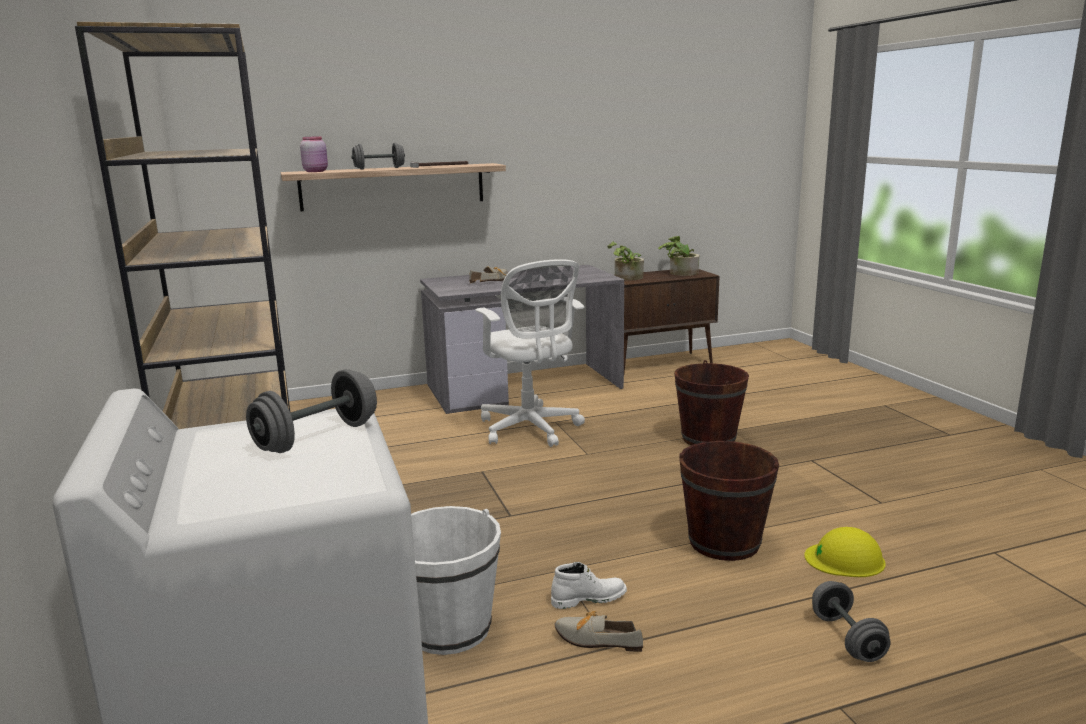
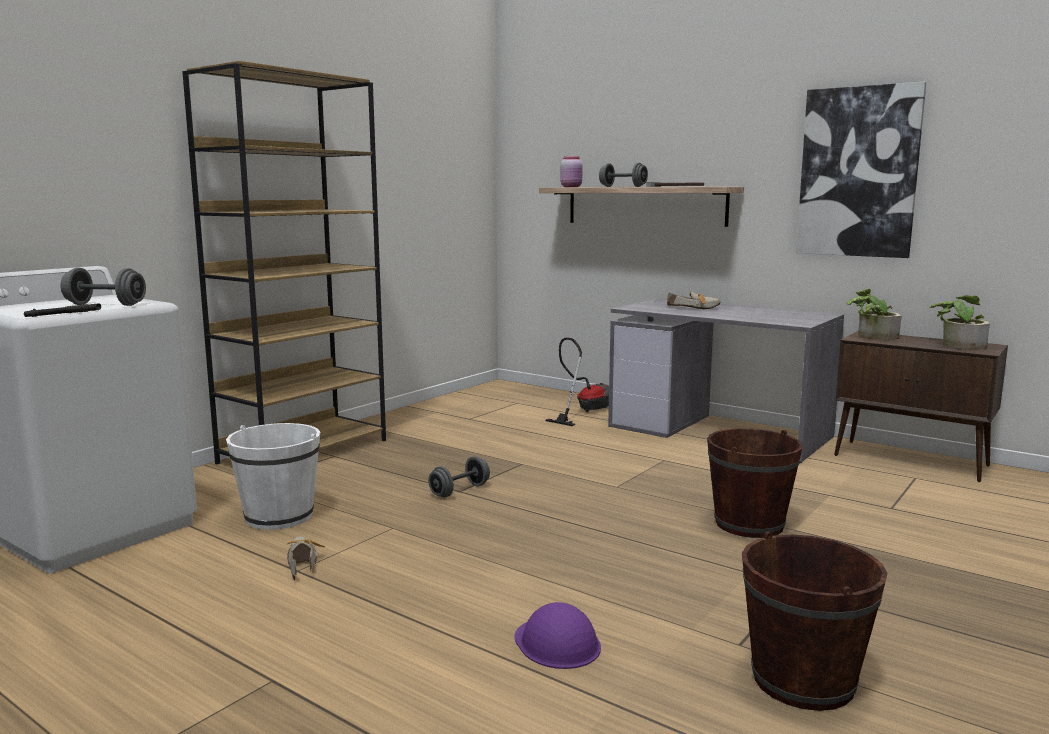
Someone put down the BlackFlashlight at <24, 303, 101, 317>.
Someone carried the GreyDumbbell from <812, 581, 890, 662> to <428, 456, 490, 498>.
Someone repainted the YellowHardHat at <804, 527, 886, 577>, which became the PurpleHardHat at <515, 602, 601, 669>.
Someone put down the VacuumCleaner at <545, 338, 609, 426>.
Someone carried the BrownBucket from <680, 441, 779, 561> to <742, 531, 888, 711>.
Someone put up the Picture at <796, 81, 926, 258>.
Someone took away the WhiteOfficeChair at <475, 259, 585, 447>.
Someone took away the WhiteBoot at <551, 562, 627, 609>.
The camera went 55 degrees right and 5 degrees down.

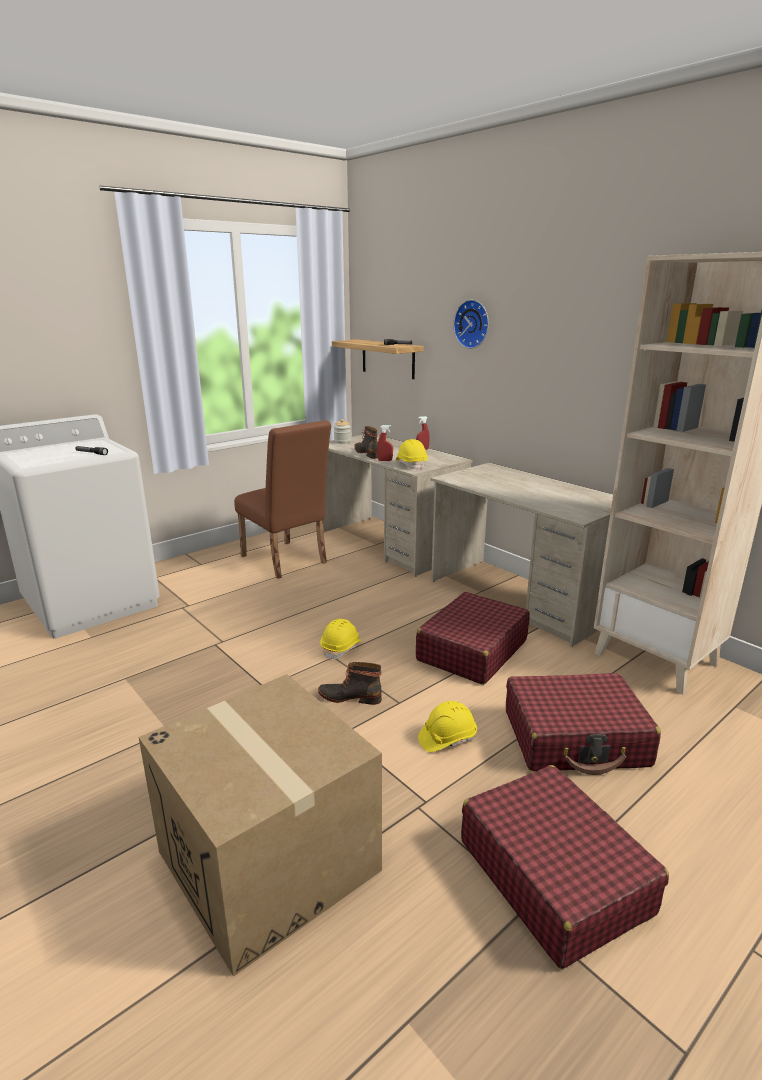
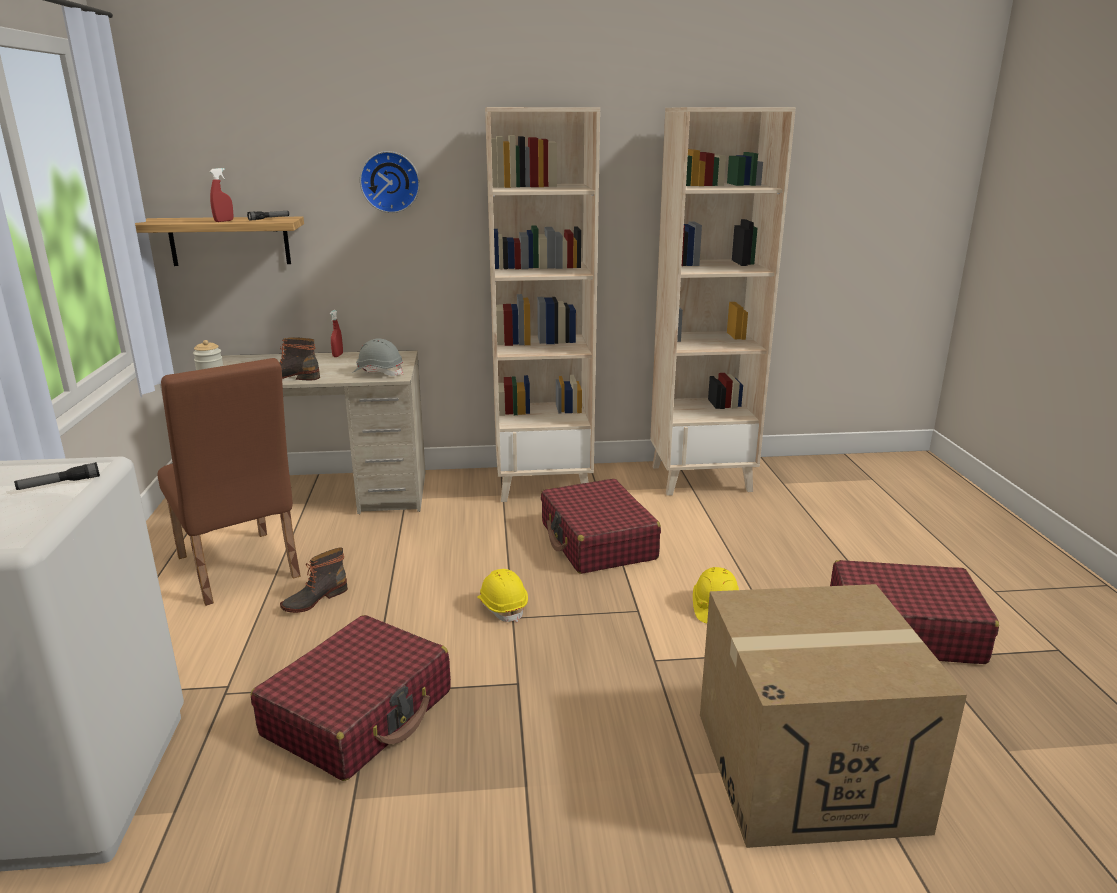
Someone rotated the BrownChair at <234, 420, 331, 579> by 60 degrees clockwise.
Someone carried the RedSprayBottle from <377, 425, 393, 461> to <210, 168, 233, 222>.
Someone carried the RedSuitcase from <506, 673, 661, 775> to <251, 615, 451, 781>.
Someone carried the Boot from <318, 662, 382, 705> to <280, 548, 348, 613>.
Someone repainted the YellowHardHat at <396, 439, 428, 470>, which became the GreyHardHat at <352, 338, 403, 376>.
Someone swapped the BeigeDesk at <431, 462, 613, 647> for the BeigeBookcase at <485, 107, 600, 502>.
The camera went 55 degrees left and 0 degrees up.

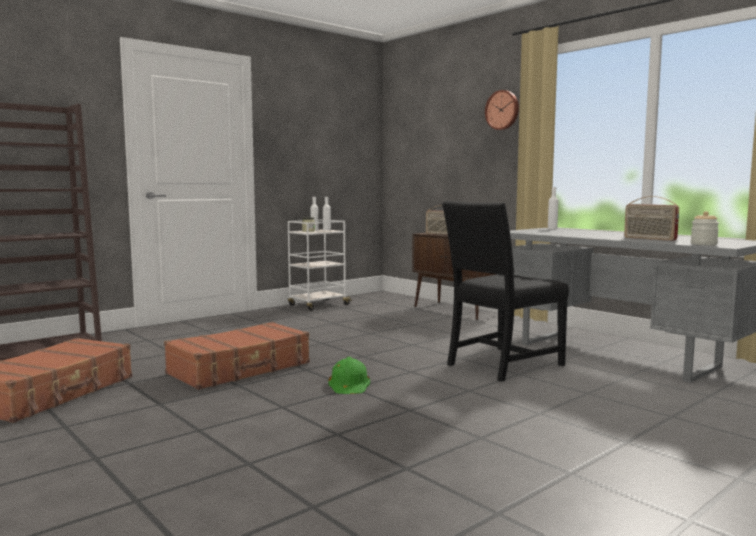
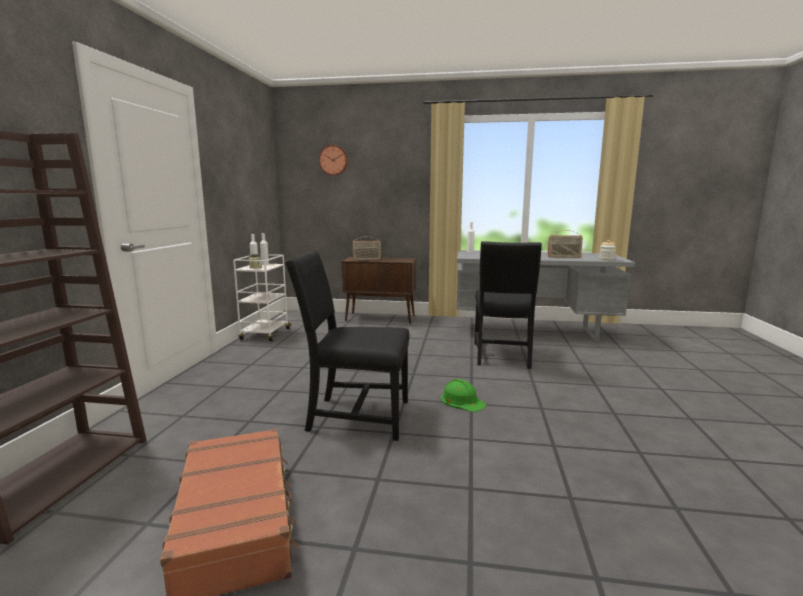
Someone swapped the BrownSuitcase at <164, 322, 310, 390> for the BlackChair at <285, 251, 410, 441>.
Someone carried the WallClock from <485, 90, 519, 130> to <319, 145, 348, 175>.
The camera went 40 degrees left and 5 degrees up.

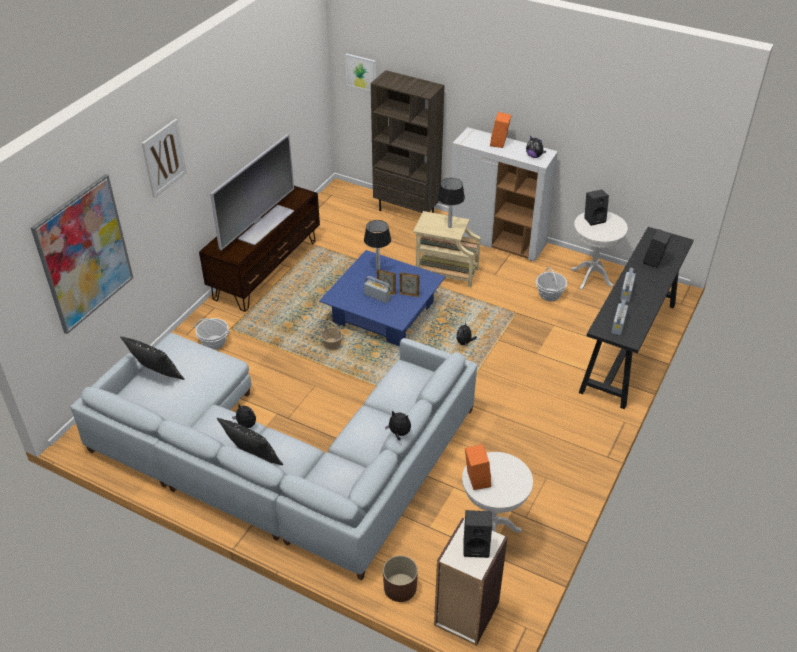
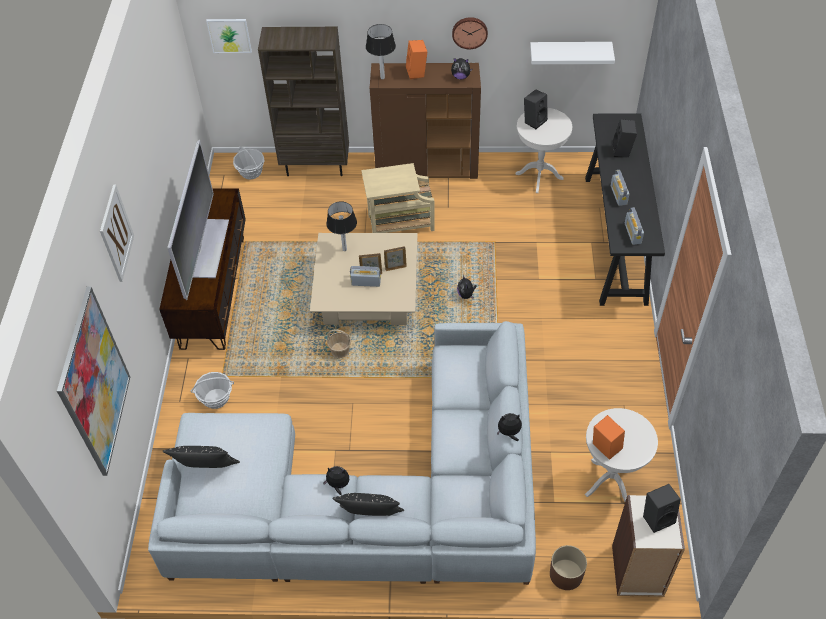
Someone carried the Basket from <536, 267, 567, 301> to <233, 147, 265, 179>.
Someone repainted the BlueCoffeeTable at <319, 250, 446, 346>, which became the BeigeCoffeeTable at <310, 233, 418, 325>.
Someone carried the TableLamp from <437, 178, 465, 228> to <366, 24, 396, 79>.
Someone repainted the WhiteCabinet at <451, 127, 558, 262>, which became the BrownCabinet at <370, 63, 481, 179>.
Someone put up the WallClock at <452, 17, 488, 49>.
Someone put up the WhiteShelf at <530, 42, 615, 64>.
The camera went 25 degrees left and 10 degrees up.

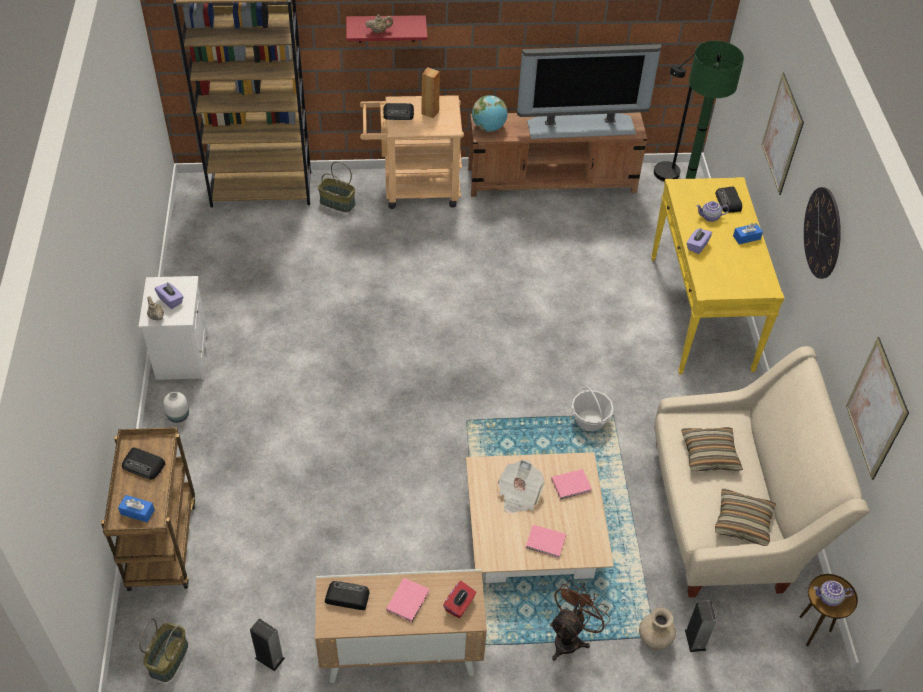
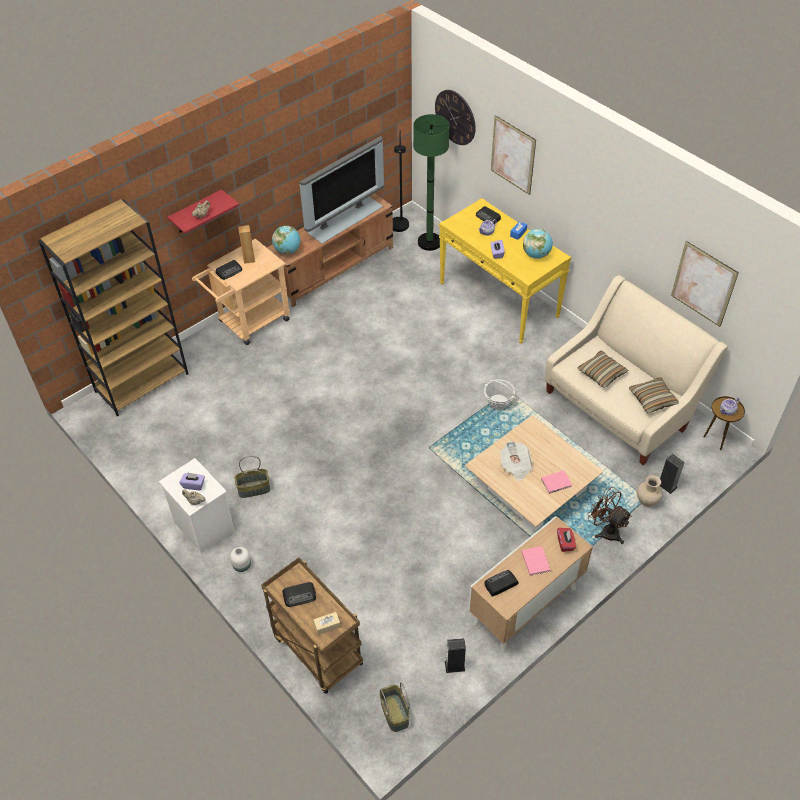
Someone carried the Basket from <318, 162, 355, 212> to <234, 456, 270, 498>.
Someone repainted the BlueTissueBox at <118, 495, 155, 522>, which became the BeigeTissueBox at <313, 612, 341, 635>.
Someone carried the WallClock from <804, 187, 841, 279> to <435, 90, 476, 145>.
Someone put down the Globe at <523, 229, 553, 259>.
Someone rotated the BrownFan at <550, 580, 611, 661> by 45 degrees counterclockwise.
Someone took away the PinkBook at <551, 469, 592, 500>.
The camera went 35 degrees left and 0 degrees up.

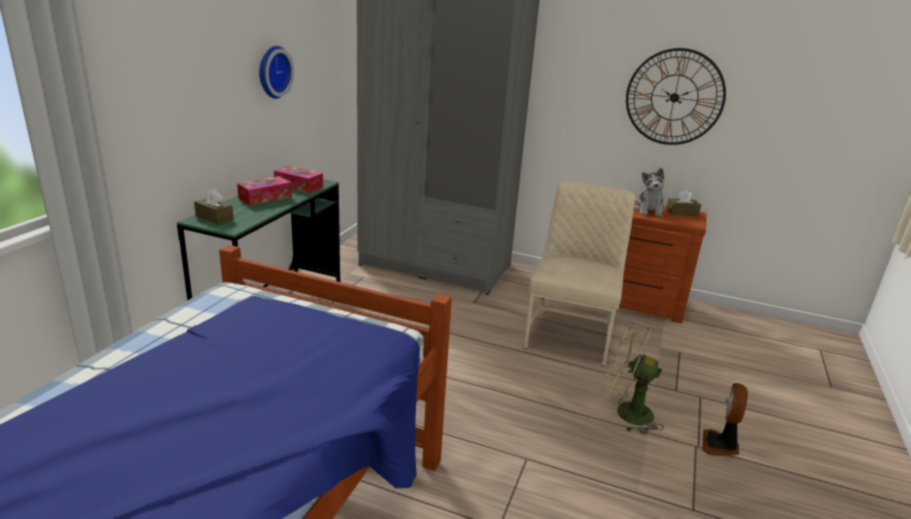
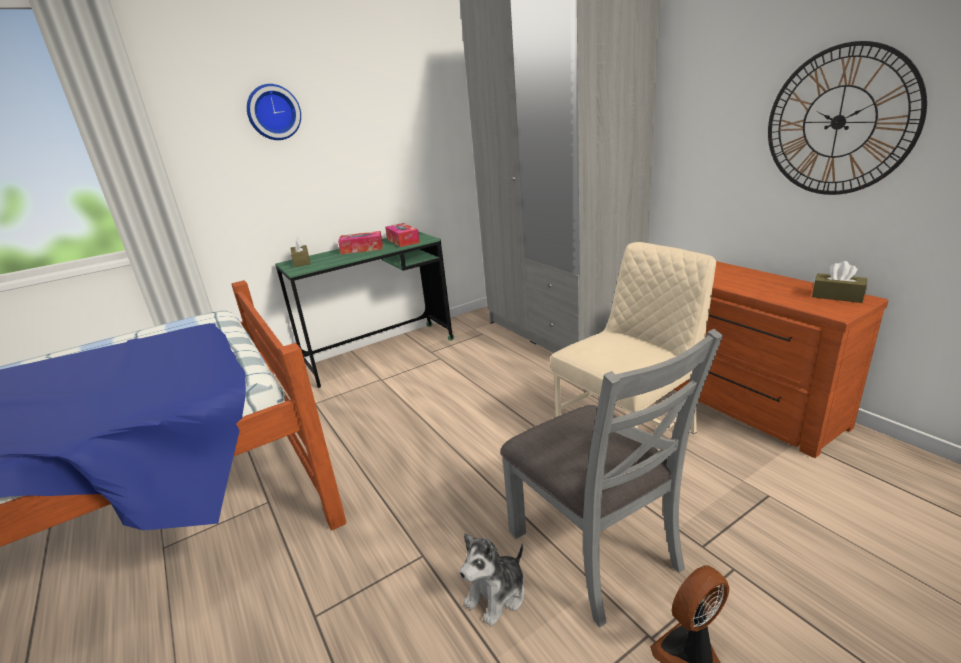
Someone carried the WallClock from <259, 46, 294, 99> to <247, 84, 301, 140>.
Someone carried the PlushToy from <634, 168, 664, 217> to <460, 533, 525, 627>.
Someone swapped the GreenFan at <603, 321, 664, 435> for the GreyChair at <500, 329, 723, 627>.
The camera went 40 degrees right and 0 degrees up.

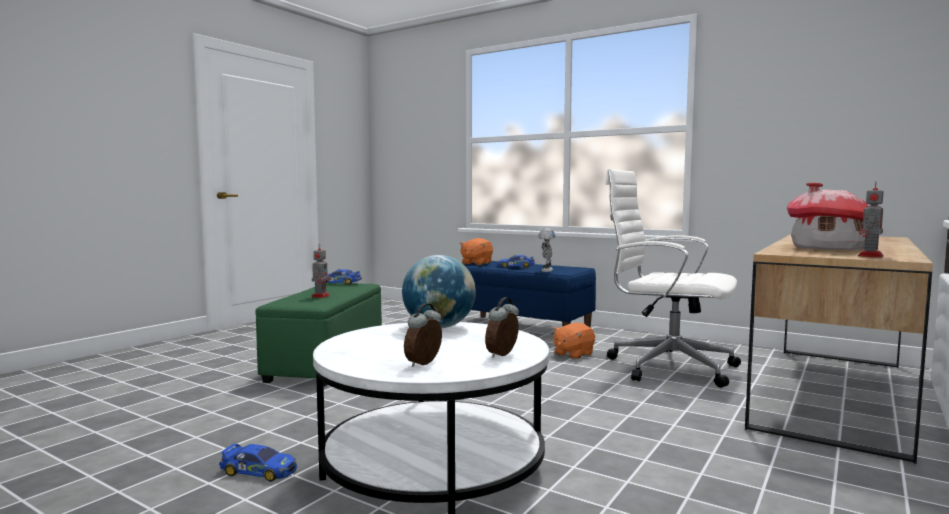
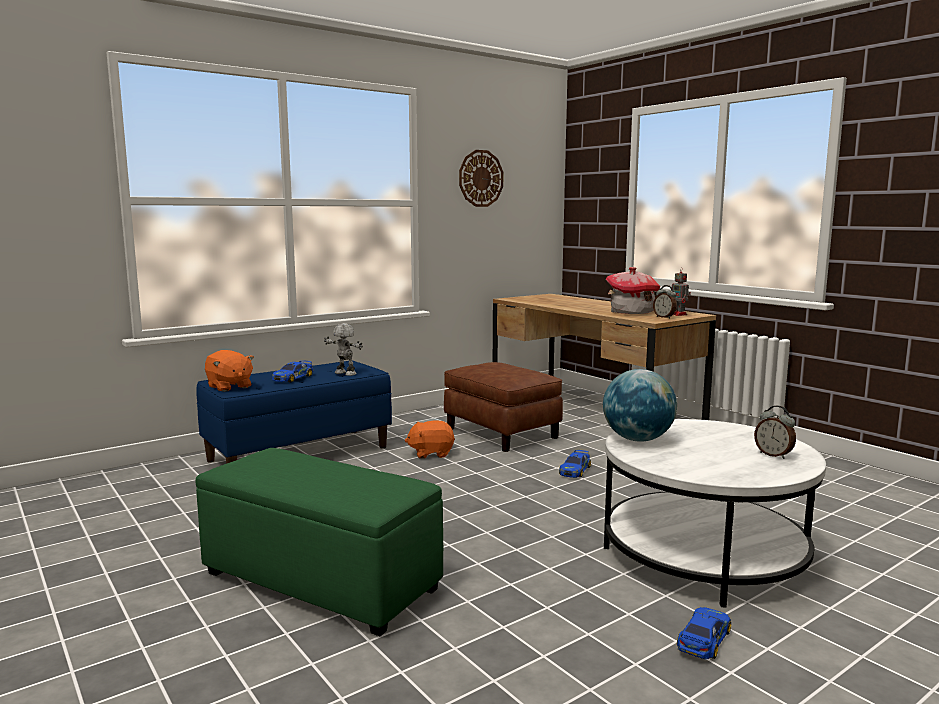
Someone rotated the OrangePlushToy at <552, 323, 595, 359> by 105 degrees clockwise.
Someone swapped the WhiteOfficeChair at <605, 169, 741, 388> for the BrownOttoman at <444, 362, 563, 452>.
Someone put up the WallClock at <459, 150, 503, 207>.
Someone carried the ToyCar from <326, 269, 362, 285> to <559, 450, 591, 478>.
Someone carried the AlarmClock from <485, 297, 519, 358> to <653, 285, 677, 319>.
Someone took away the ToyRobot at <312, 248, 331, 298>.
The camera went 70 degrees left and 5 degrees up.

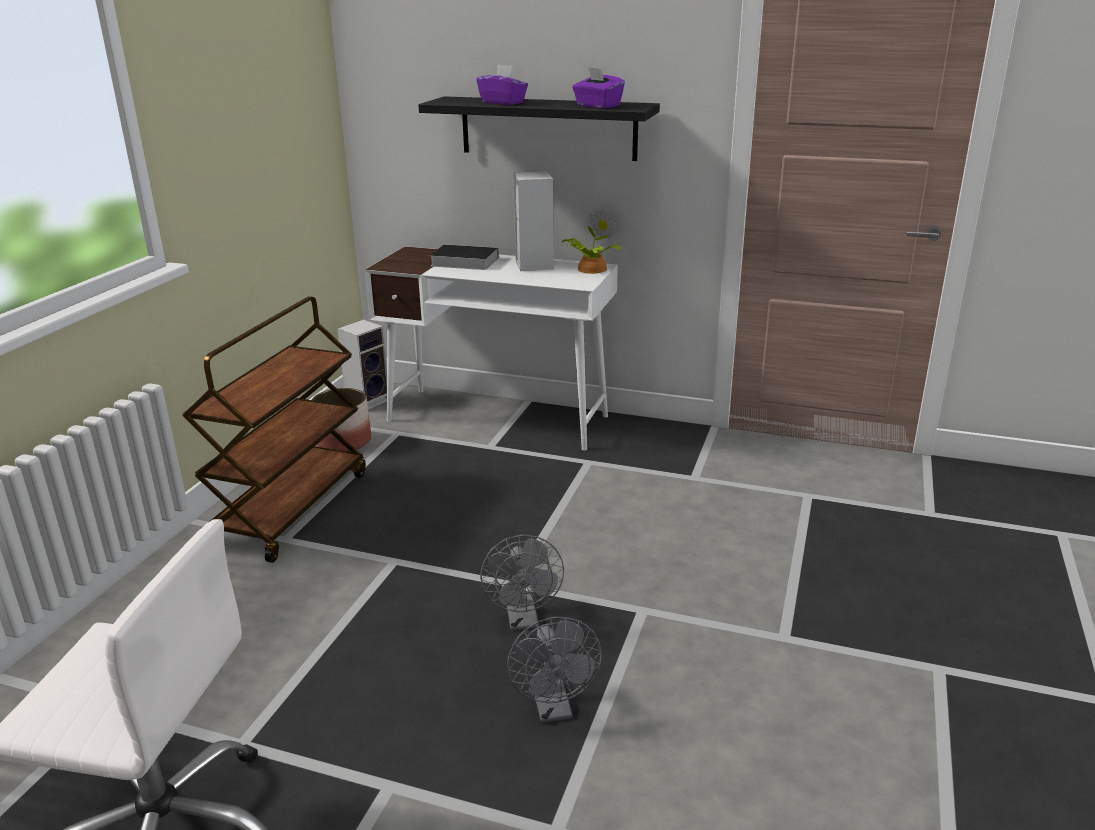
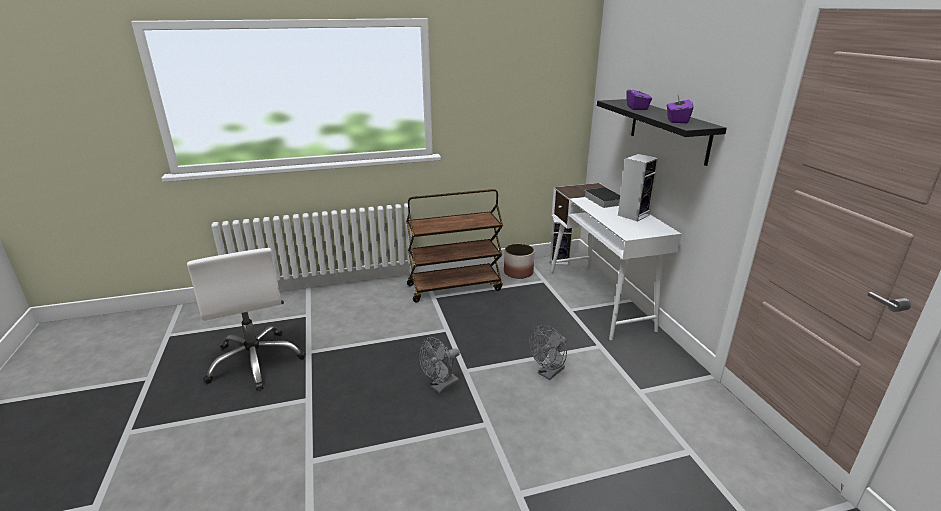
Someone carried the GreyFan from <507, 617, 602, 723> to <529, 325, 567, 380>.
Someone took away the PottedPlant at <561, 209, 621, 274>.
The camera went 55 degrees right and 0 degrees up.

